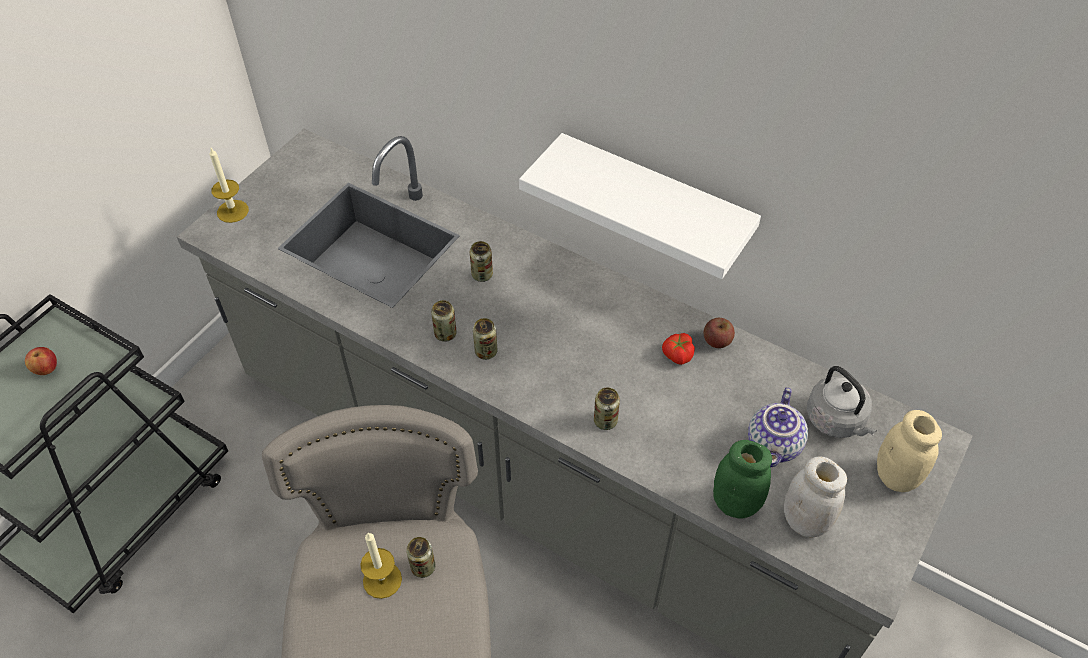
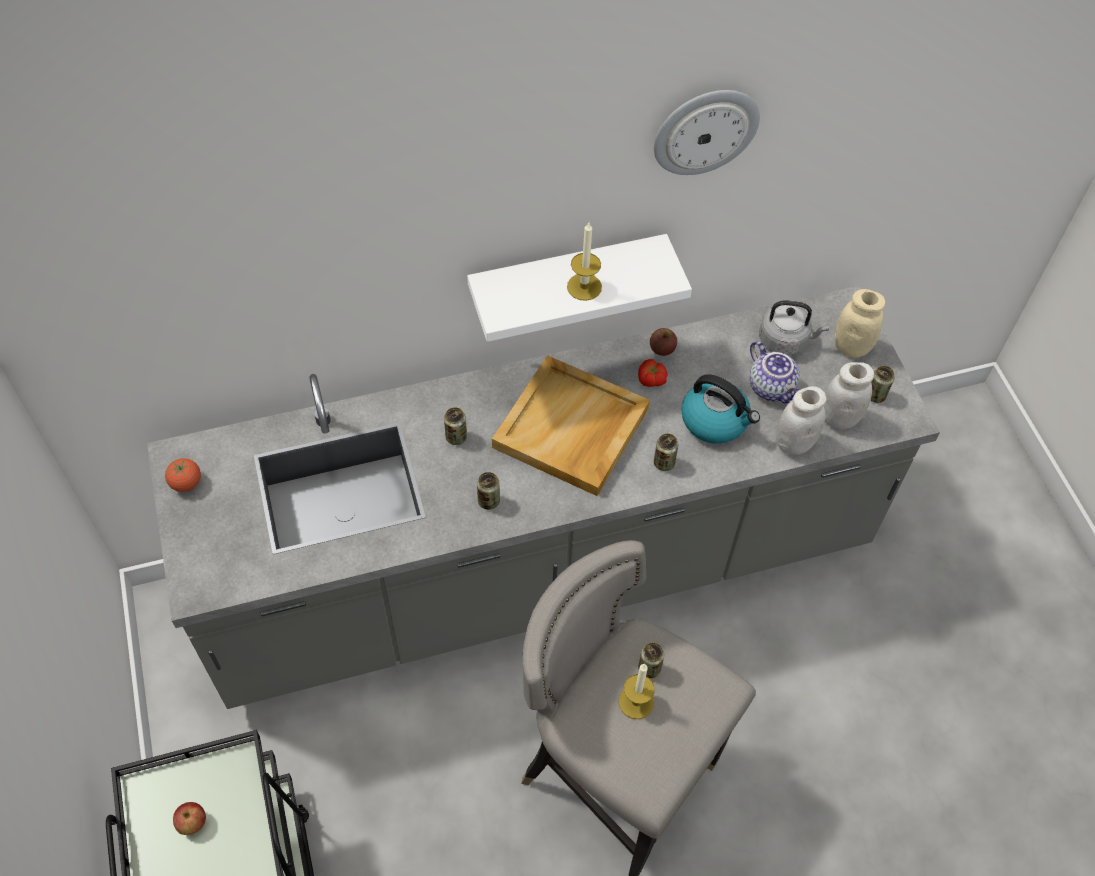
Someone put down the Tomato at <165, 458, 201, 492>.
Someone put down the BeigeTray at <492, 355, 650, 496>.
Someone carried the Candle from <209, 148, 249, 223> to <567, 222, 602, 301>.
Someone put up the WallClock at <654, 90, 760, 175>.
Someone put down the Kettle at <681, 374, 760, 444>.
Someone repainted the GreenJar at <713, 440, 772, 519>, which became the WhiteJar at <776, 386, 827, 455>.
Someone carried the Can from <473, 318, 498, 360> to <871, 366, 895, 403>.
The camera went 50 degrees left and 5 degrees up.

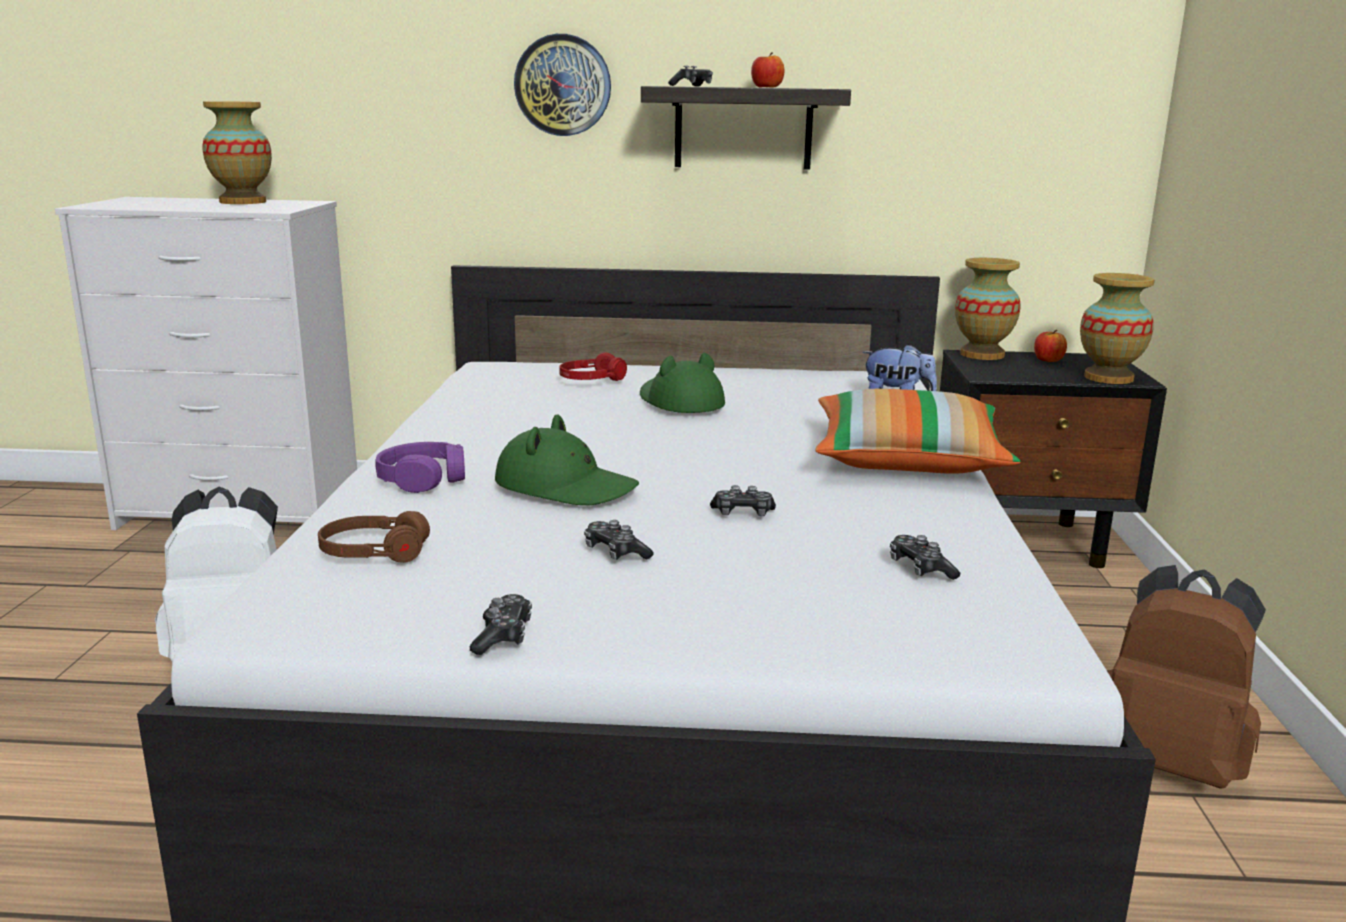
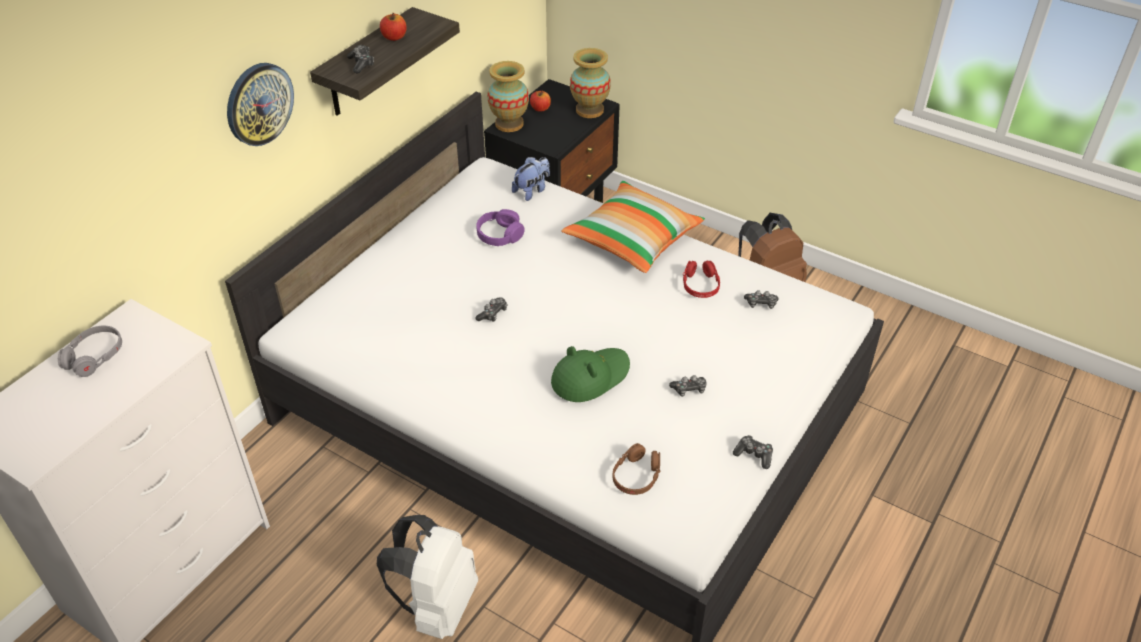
Someone swapped the Vase at <203, 101, 272, 204> for the GreyHeadphones at <58, 326, 122, 377>.
Someone carried the GameController from <710, 485, 776, 516> to <475, 297, 507, 322>.
Someone carried the PurpleHeadphones from <376, 442, 465, 493> to <477, 209, 524, 246>.
Someone carried the RedHeadphones from <559, 353, 627, 381> to <683, 261, 720, 298>.
Someone took away the GreenHat at <640, 353, 725, 413>.
The camera went 60 degrees left and 25 degrees up.

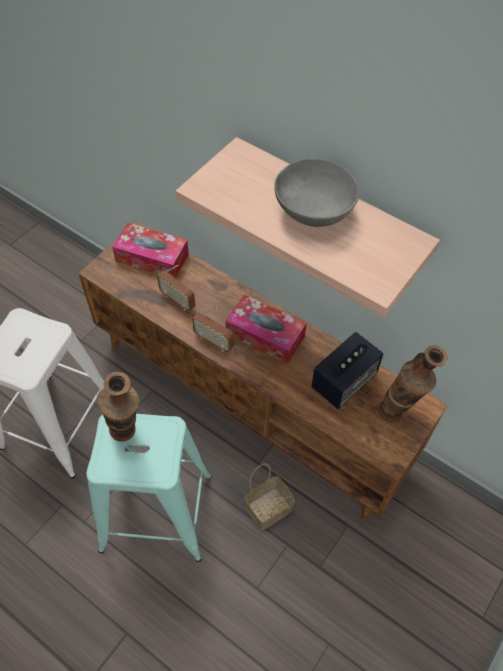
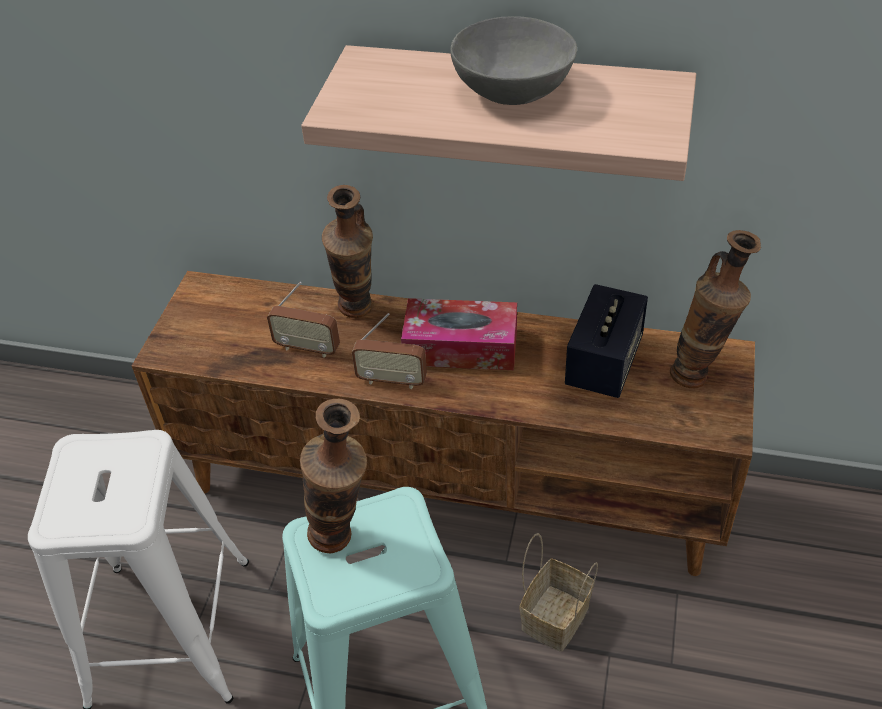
Someone put down the Vase at <322, 185, 373, 318>.
Someone took away the TissueBox at <112, 222, 189, 278>.
The camera went 20 degrees left and 10 degrees down.

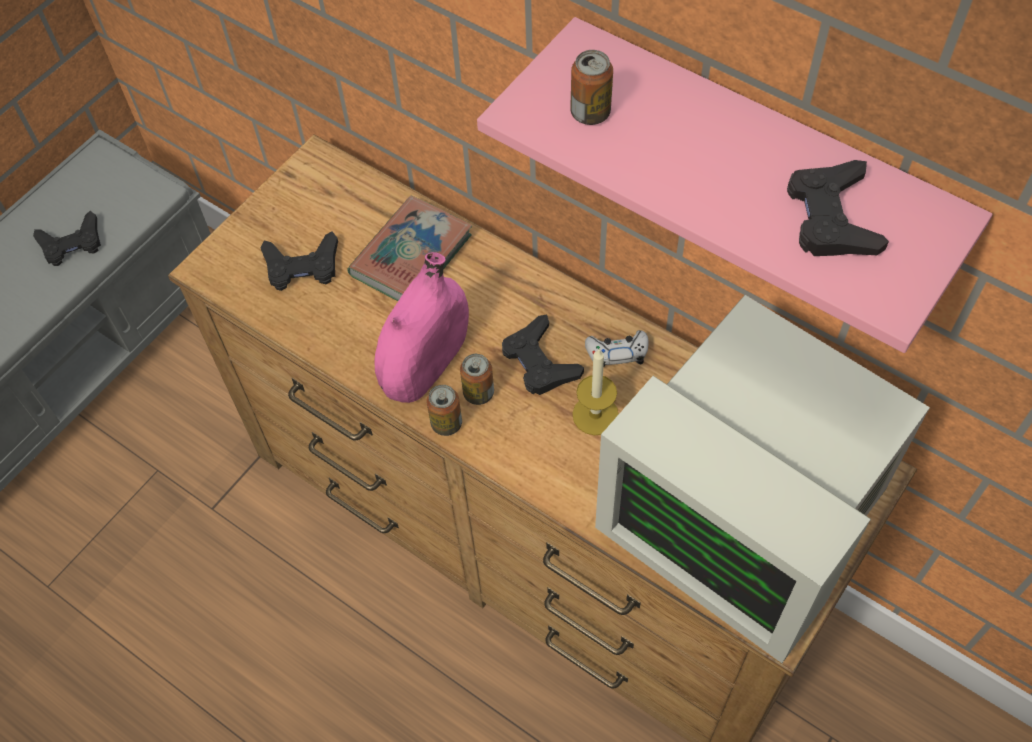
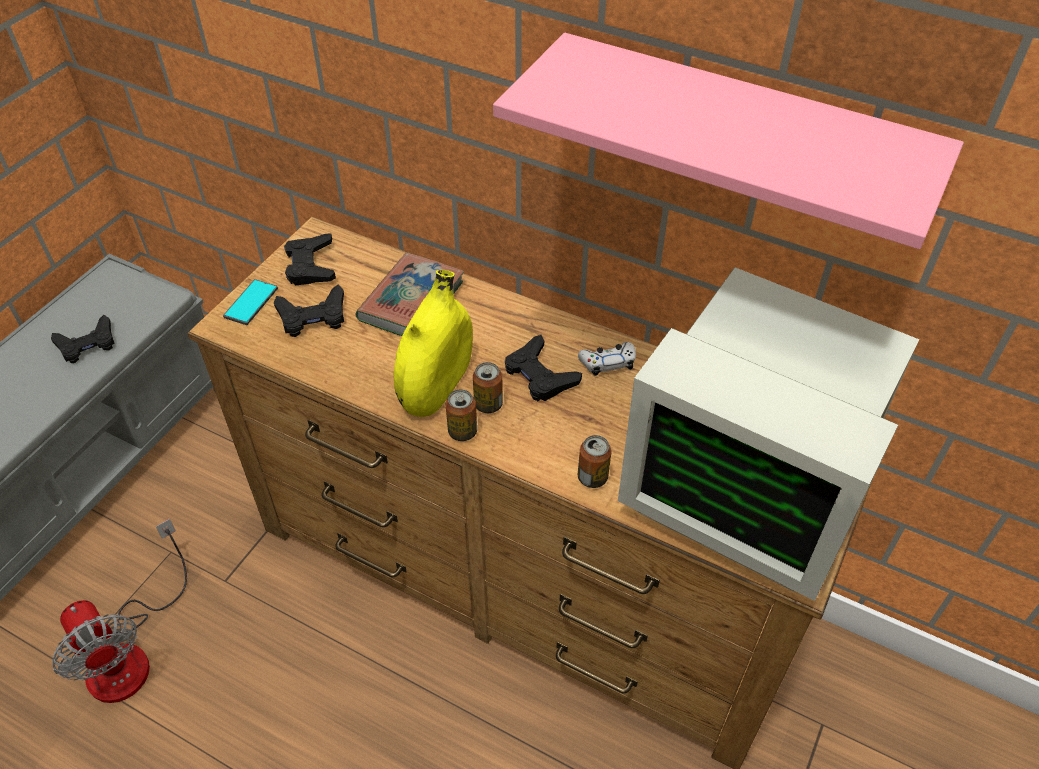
Someone put down the Fan at <52, 519, 187, 703>.
Someone put down the Phone at <223, 279, 278, 325>.
Someone carried the BlackGameController from <787, 160, 889, 256> to <284, 234, 336, 285>.
Someone repainted the PinkVase at <375, 252, 469, 403>, which became the YellowVase at <394, 270, 473, 417>.
Someone carried the Can from <570, 50, 613, 125> to <578, 435, 612, 488>.
Someone took away the Candle at <572, 349, 619, 436>.
The camera went 10 degrees left and 10 degrees down.

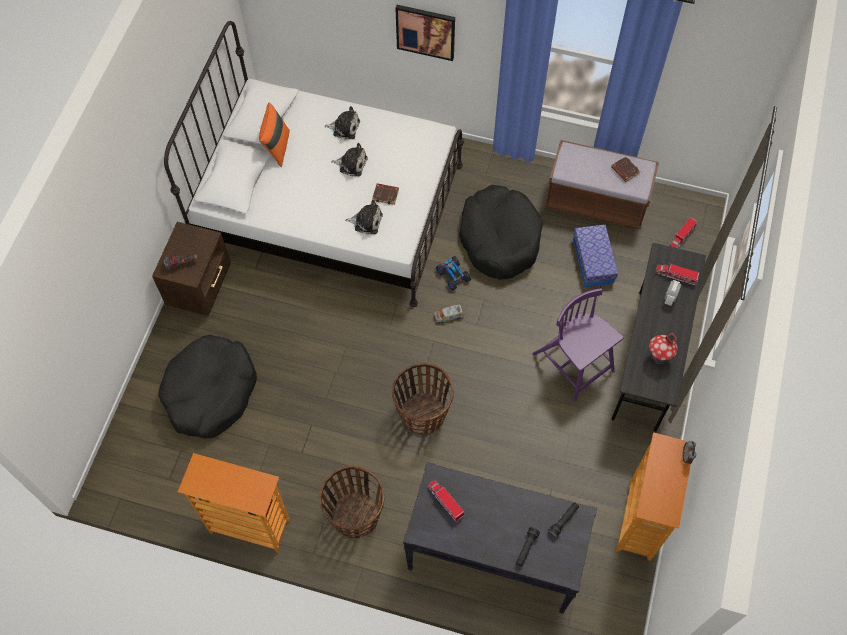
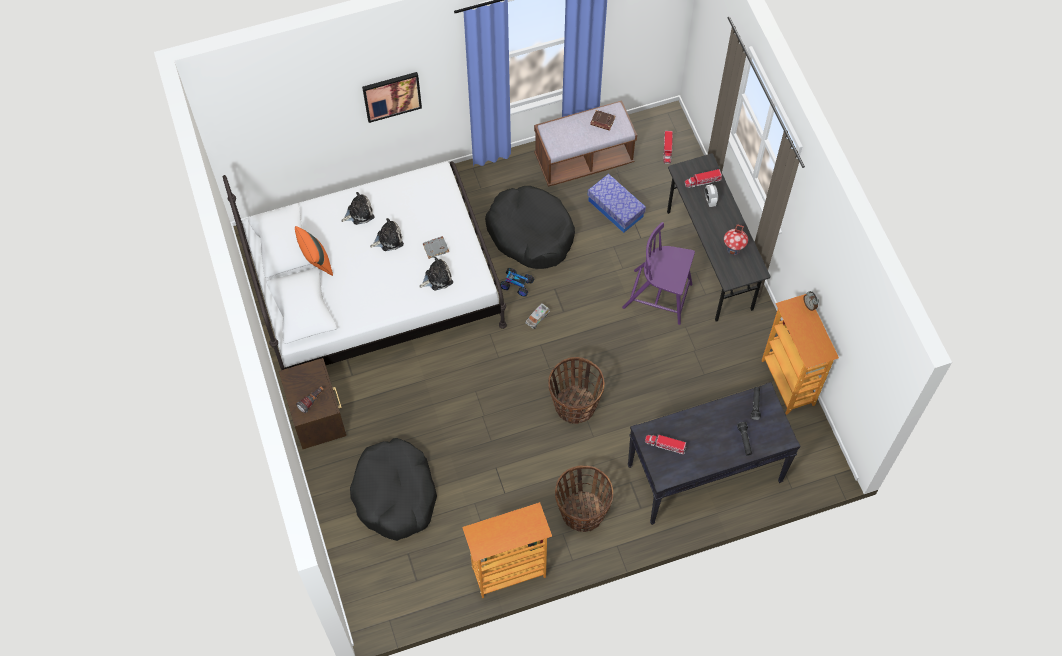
Someone repainted the BrownBook at <372, 183, 399, 205>, which became the GreyBook at <423, 236, 449, 259>.
The camera went 35 degrees left and 0 degrees up.

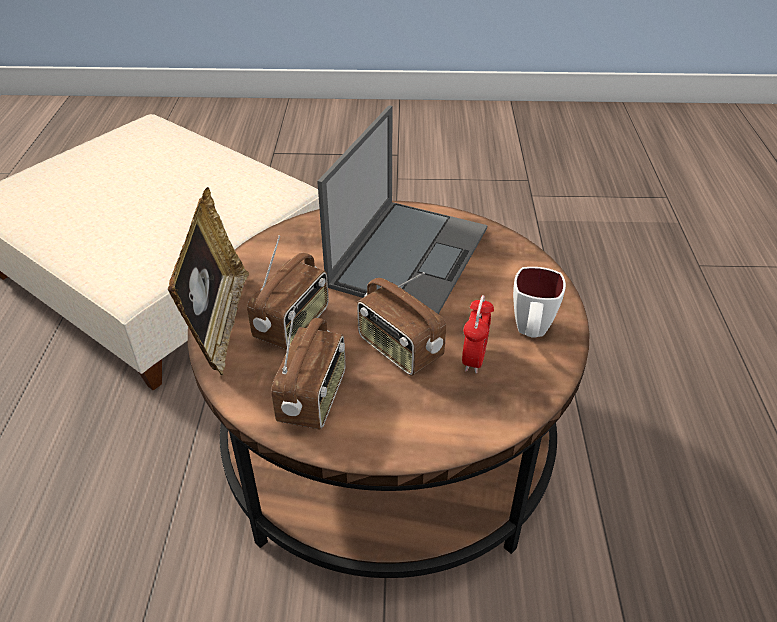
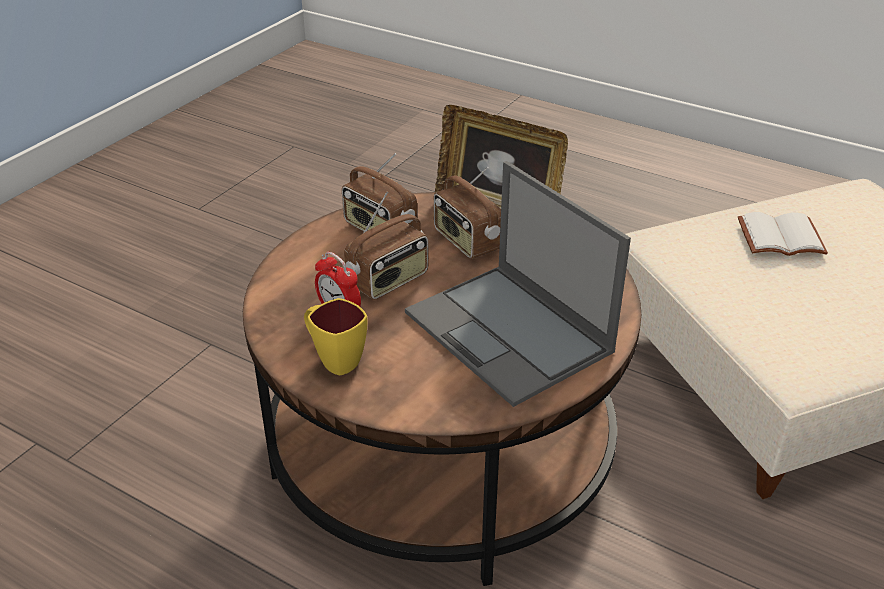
Someone repainted the WhiteMug at <513, 267, 566, 337>, which became the YellowMug at <304, 298, 367, 376>.
Someone rotated the Radio at <357, 272, 446, 376> by 150 degrees clockwise.
Someone put down the WhiteBook at <738, 212, 828, 256>.
The camera went 120 degrees right and 5 degrees down.

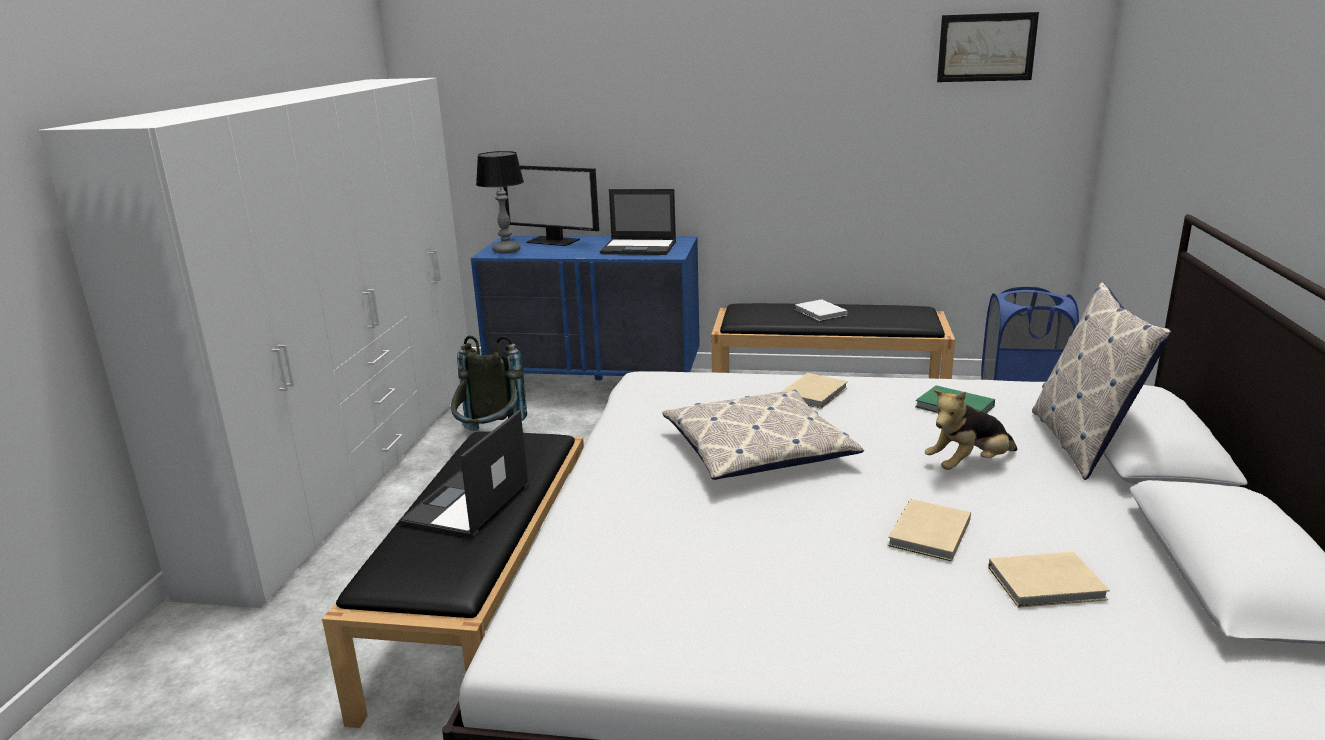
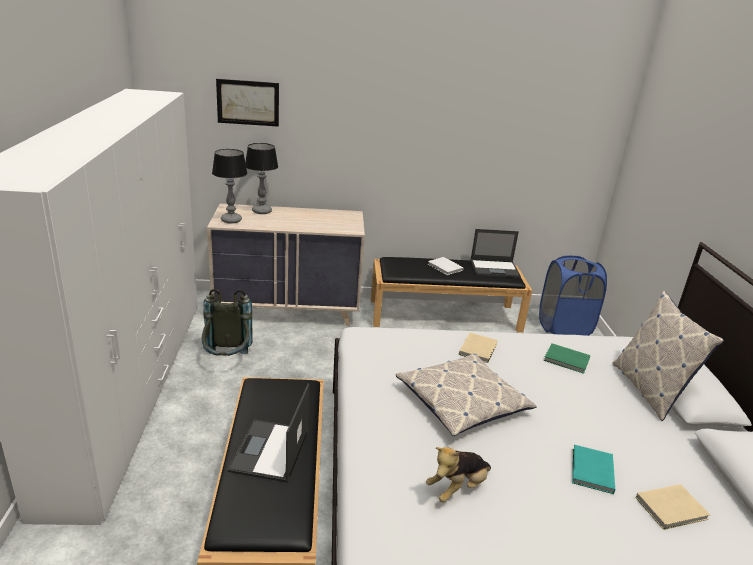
Someone repainted the BlueDresser at <471, 236, 700, 380>, which became the BeigeDresser at <207, 204, 365, 326>.
Someone carried the Picture from <937, 12, 1039, 82> to <216, 79, 279, 127>.
Someone swapped the Monitor at <503, 165, 599, 246> for the TableLamp at <245, 143, 278, 214>.
Someone carried the PlushToy from <925, 390, 1017, 470> to <426, 447, 491, 503>.
Someone carried the Laptop from <600, 189, 676, 255> to <470, 229, 521, 278>.
Someone repainted the BeigeBook at <888, 499, 971, 561>, which became the TurquoiseBook at <572, 445, 615, 494>.
The camera went 15 degrees left and 5 degrees up.

